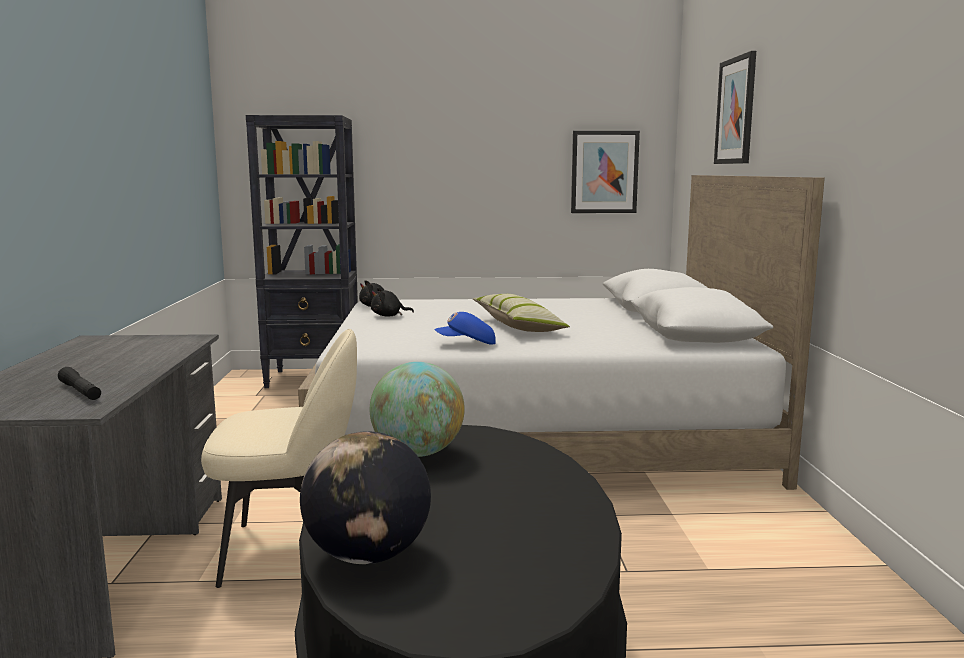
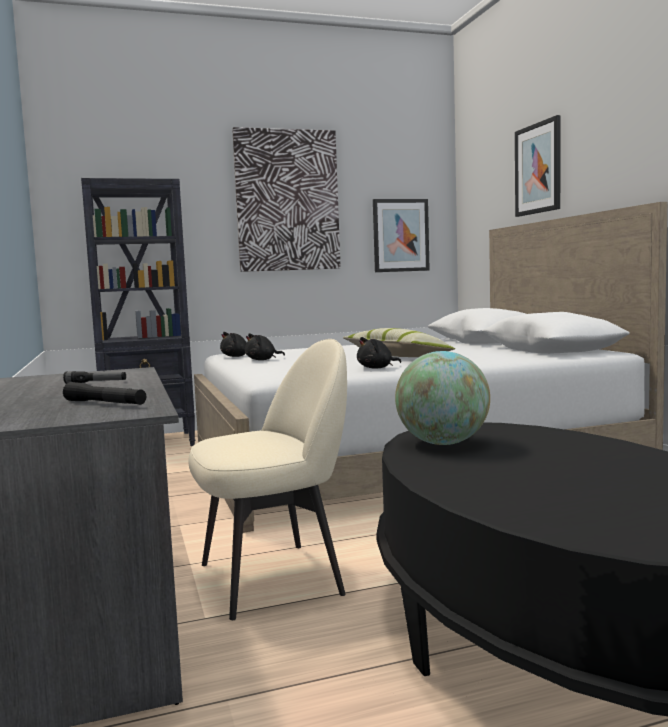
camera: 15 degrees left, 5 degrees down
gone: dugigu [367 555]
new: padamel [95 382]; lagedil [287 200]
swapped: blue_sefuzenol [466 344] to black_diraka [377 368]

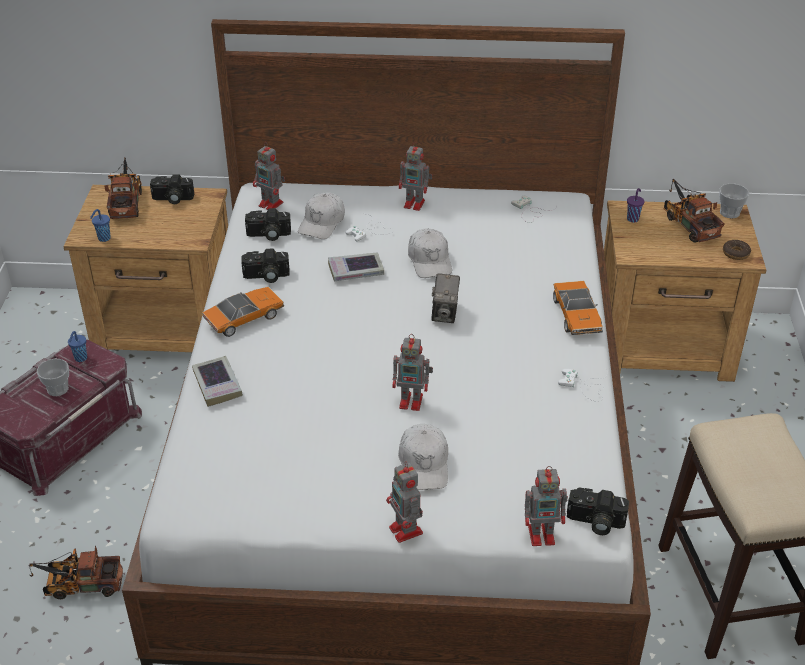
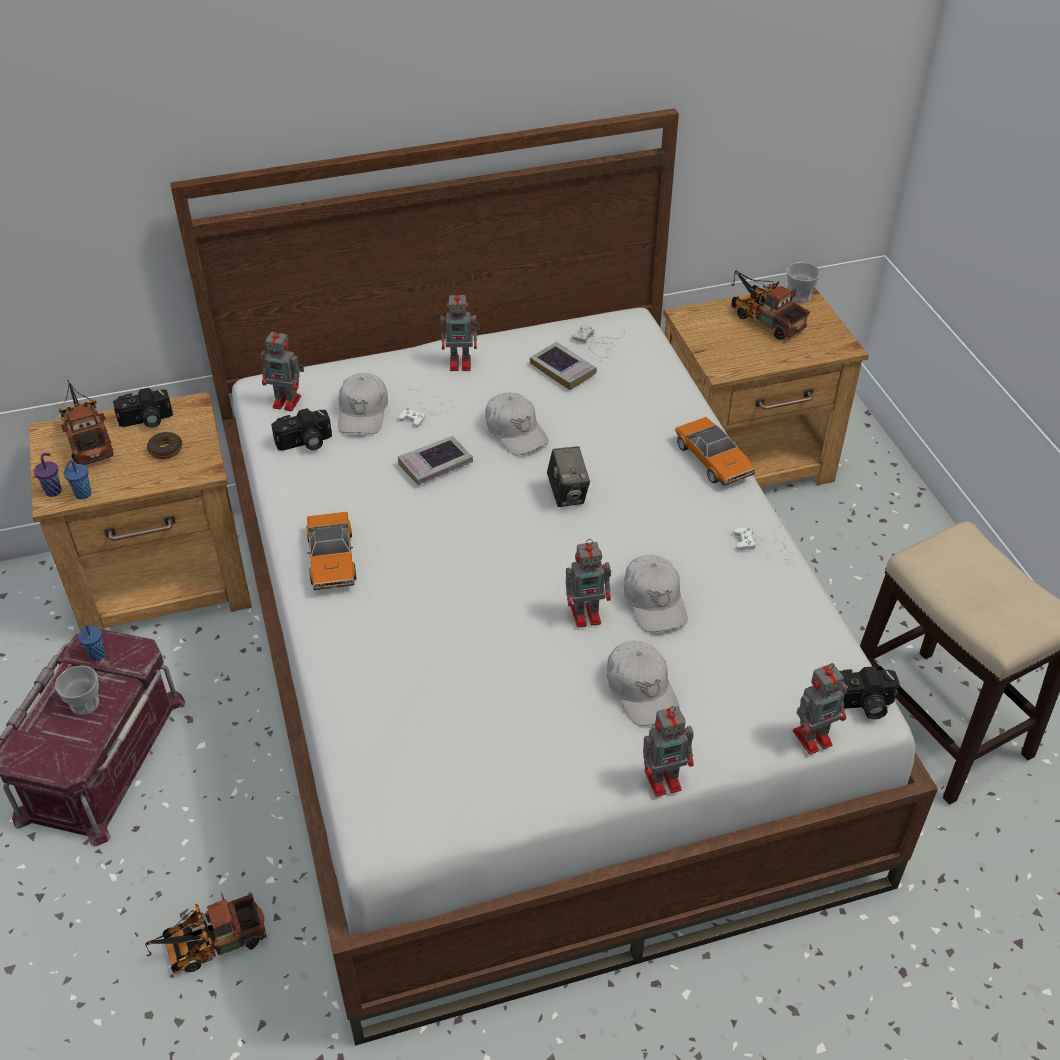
camera: 20 degrees left, 5 degrees up
gone: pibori [266 276]
new: white_sefuzenol [654 601]
shifted: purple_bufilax [633 219] to [54 490]; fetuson [735 253] to [165 449]; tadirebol [217 384] to [563 369]
rotated: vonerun [244 318] = [332 559] 135 degrees clockwise; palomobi [406 531] = [665 779] 60 degrees counterclockwise

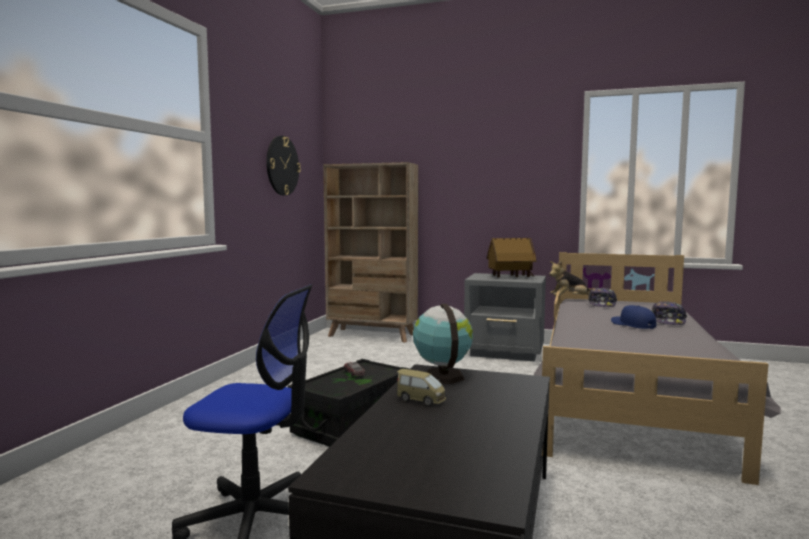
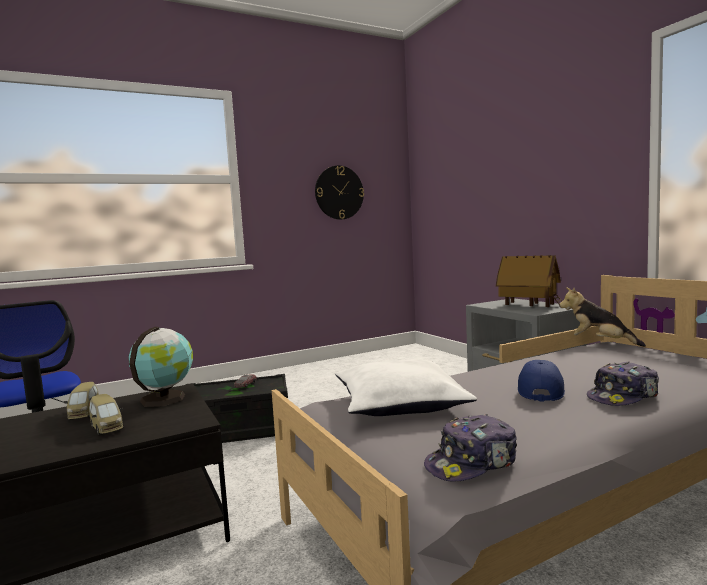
camera: 45 degrees right, 0 degrees up
gone: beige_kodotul [372 335]
new: vonerun [107 427]; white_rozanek [400 404]
shifted: sefuzenol [602 304] to [472 463]

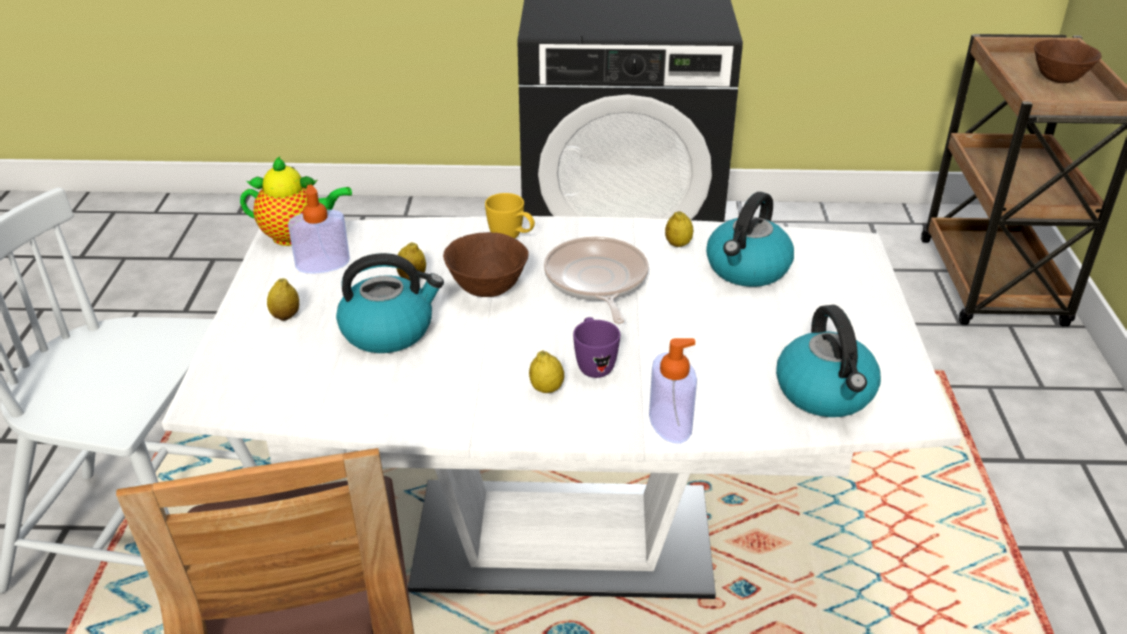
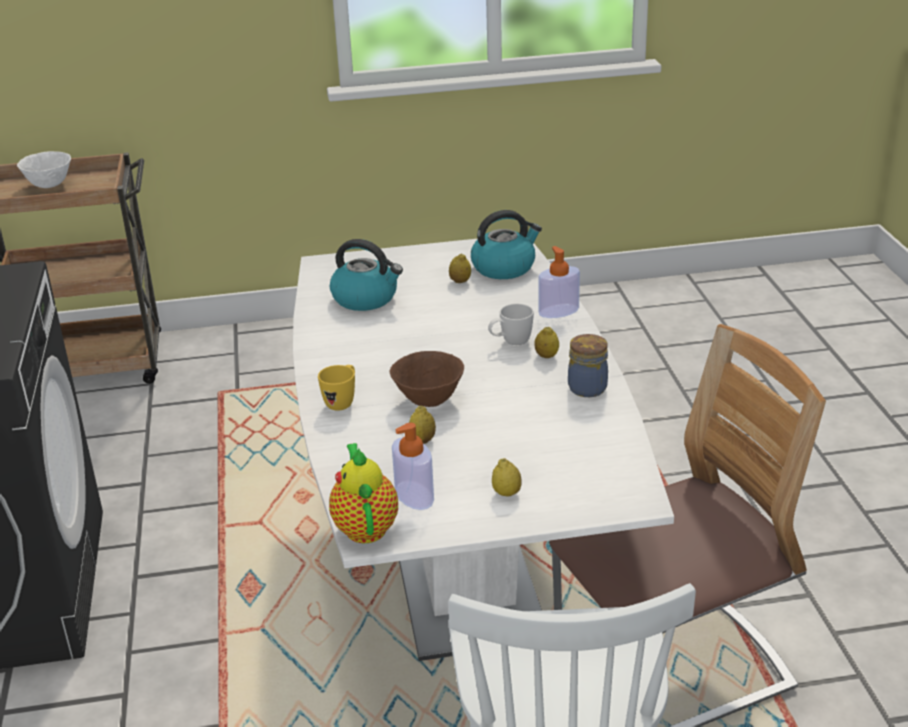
camera: 100 degrees left, 5 degrees down
gone: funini [389 330]; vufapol [596 281]
new: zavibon [587 387]
shifted: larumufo [678 244] to [460 281]
repainted: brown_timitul [1059 80] to white_timitul [49 185]; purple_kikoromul [593 365] to white_kikoromul [510 343]

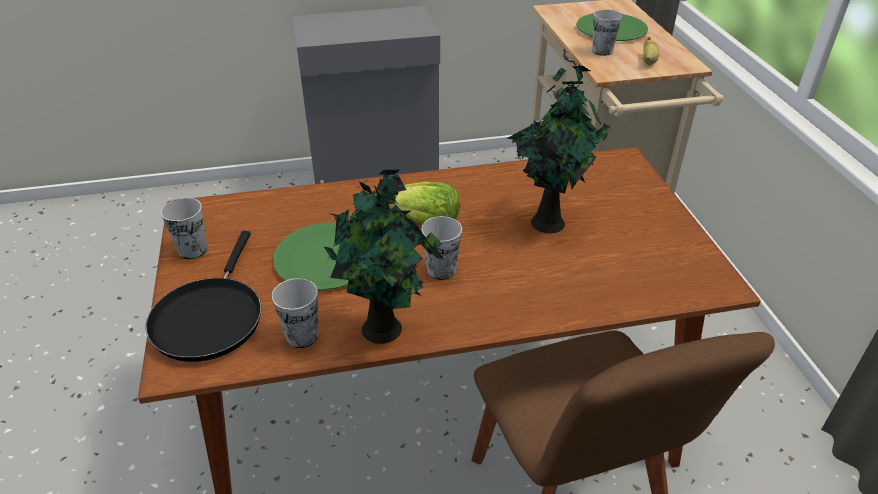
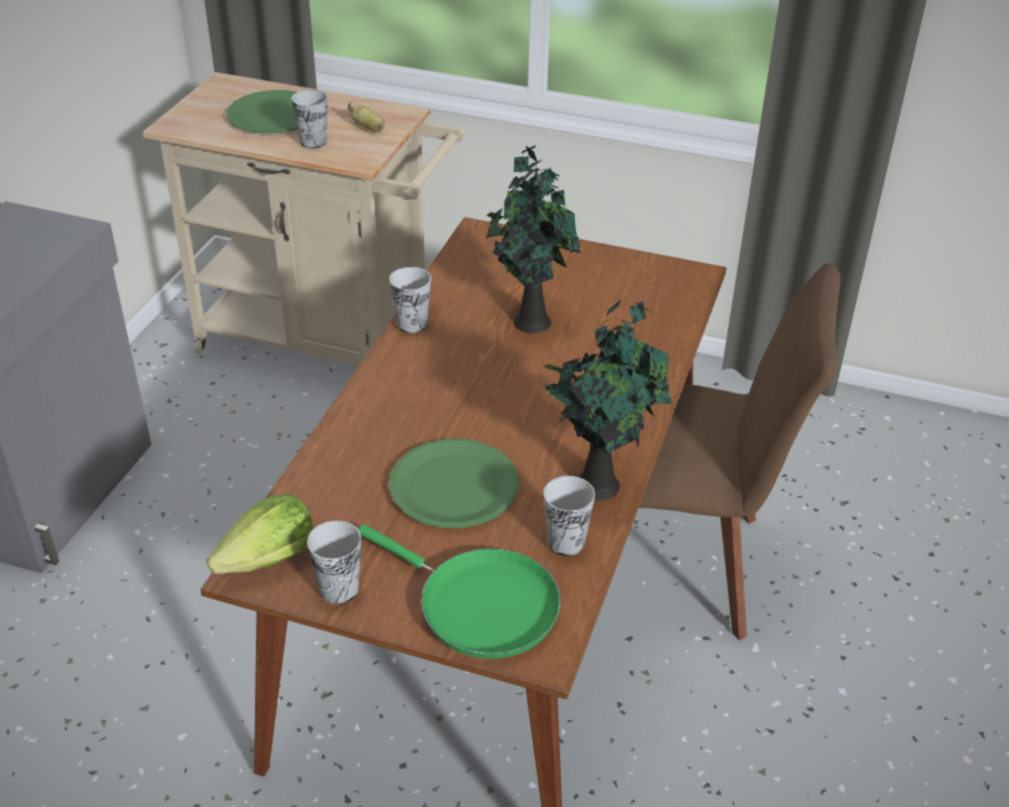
camera: 60 degrees left, 0 degrees up
shifted: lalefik [423 221] to [269 560]; bufilax [441 270] to [412 324]
repainted: black_vufapol [210 317] to green_vufapol [480 604]

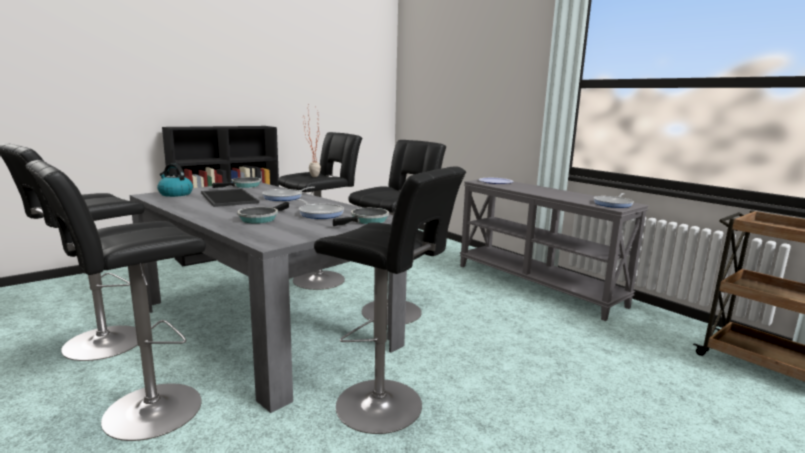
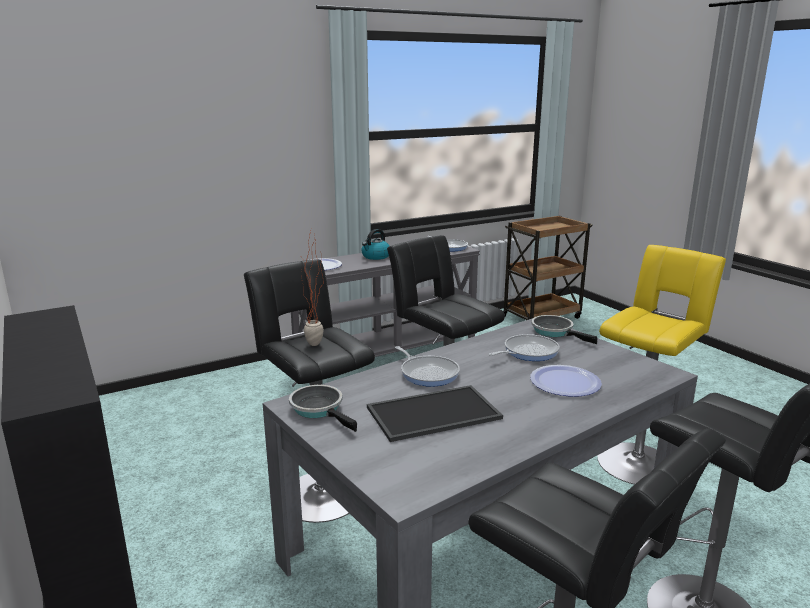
camera: 80 degrees left, 5 degrees up
shifted: funini [175 194] to [375 256]
swapped: vufapol [260 218] to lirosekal [565 382]
repainted: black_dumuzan [385 407] to yellow_dumuzan [639 461]

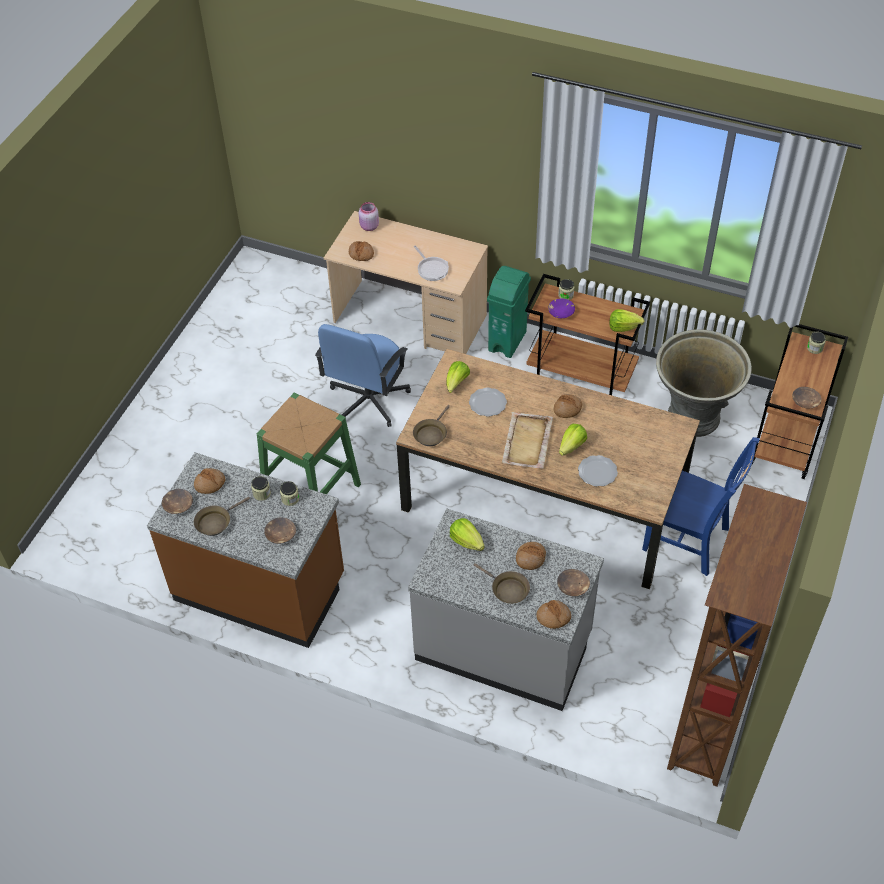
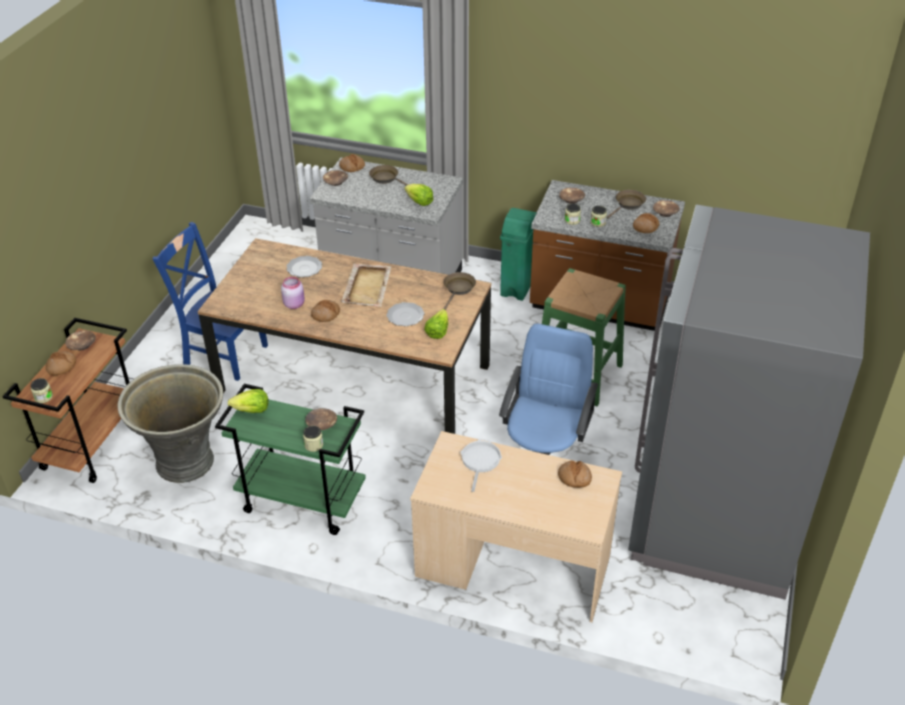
camera: 175 degrees right, 10 degrees down
gone: lalefik [572 446]; brown_kodotul [706 725]
new: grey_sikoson [716 514]
shifted: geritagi [530 558] to [62 367]; pink_zavibon [369 227] to [294 304]; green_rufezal [507 341] to [517 287]
repainted: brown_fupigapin [582 376] to green_fupigapin [301 501]; purple_timitul [561 312] to brown_timitul [321 424]
rotated: vufapol [432 269] = [480 461] 45 degrees clockwise

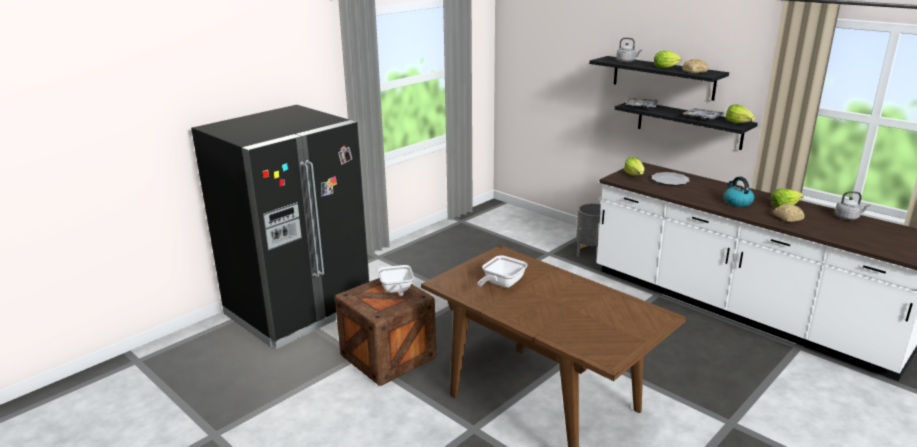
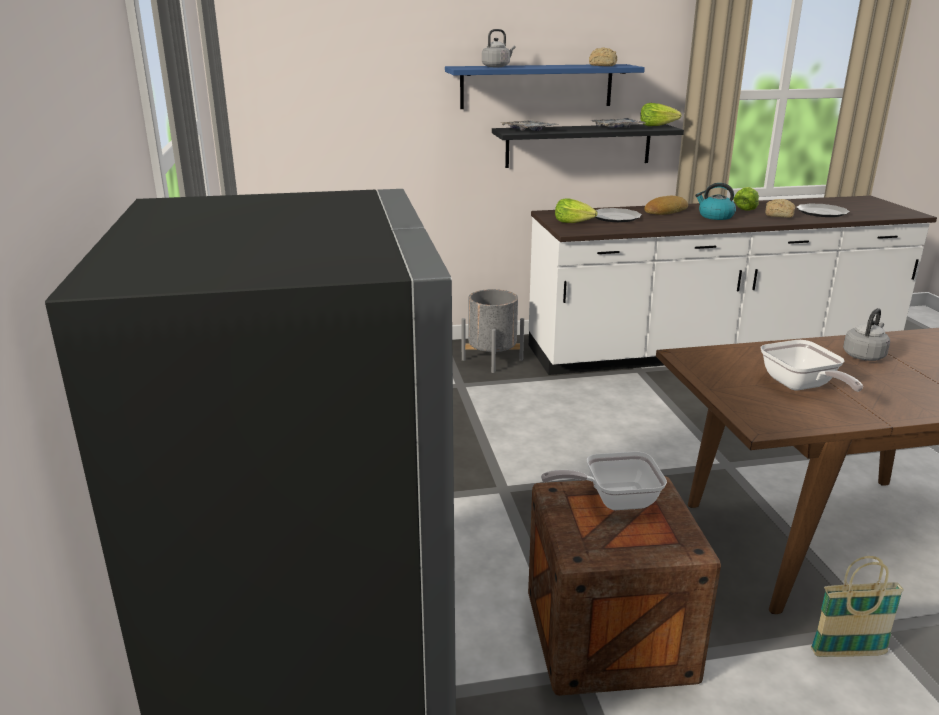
camera: 55 degrees left, 0 degrees up
gone: lalefik [667 67]
new: geritagi [664 211]; lirosekal [821 212]; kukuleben [847 653]
shifted: grey_funini [848 217] to [864 355]
repainted: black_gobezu [663 77] to blue_gobezu [536 86]
rotated: vufapol [396 290] = [613 500] 150 degrees clockwise

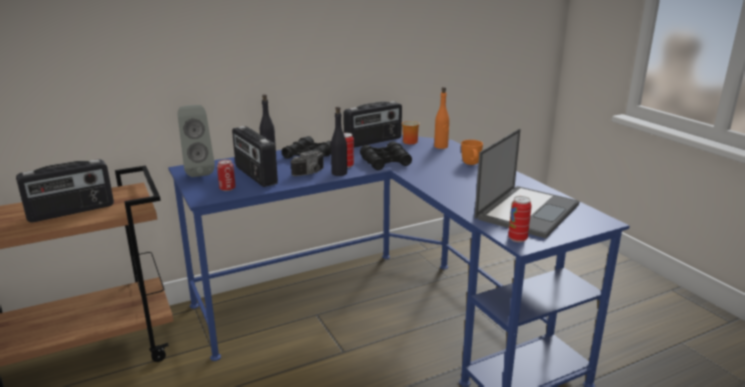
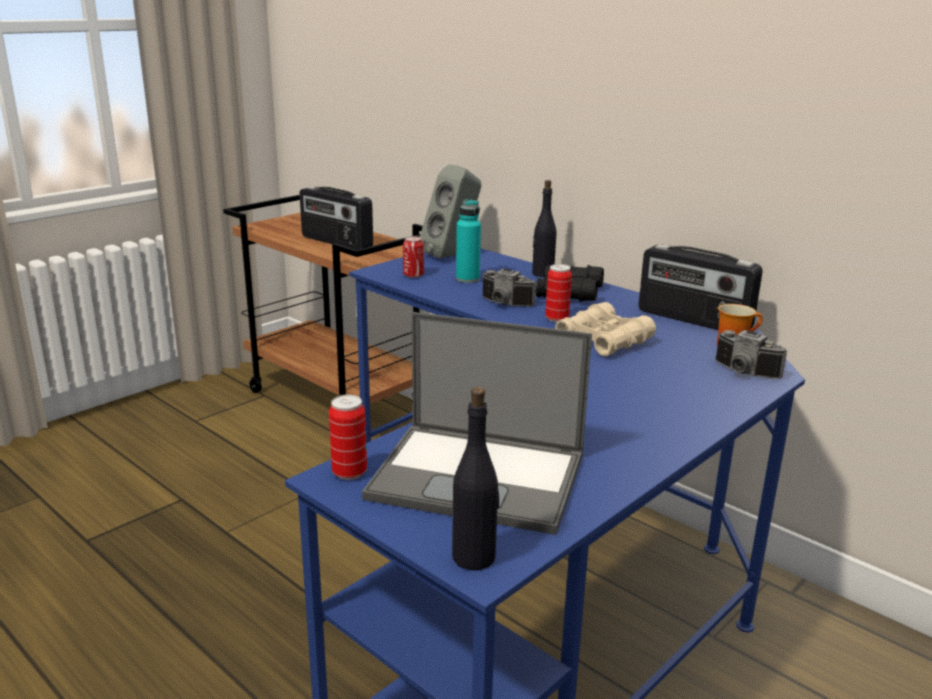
camera: 70 degrees right, 0 degrees up
gone: orange_kikoromul [471 164]
shifted: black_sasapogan [339 173] to [474 557]
swapped: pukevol [255 175] to turquoise_sasapogan [467 279]; orange_sasapogan [441 146] to pibori [743 372]
repainted: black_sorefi [385 162] to beige_sorefi [603 340]

